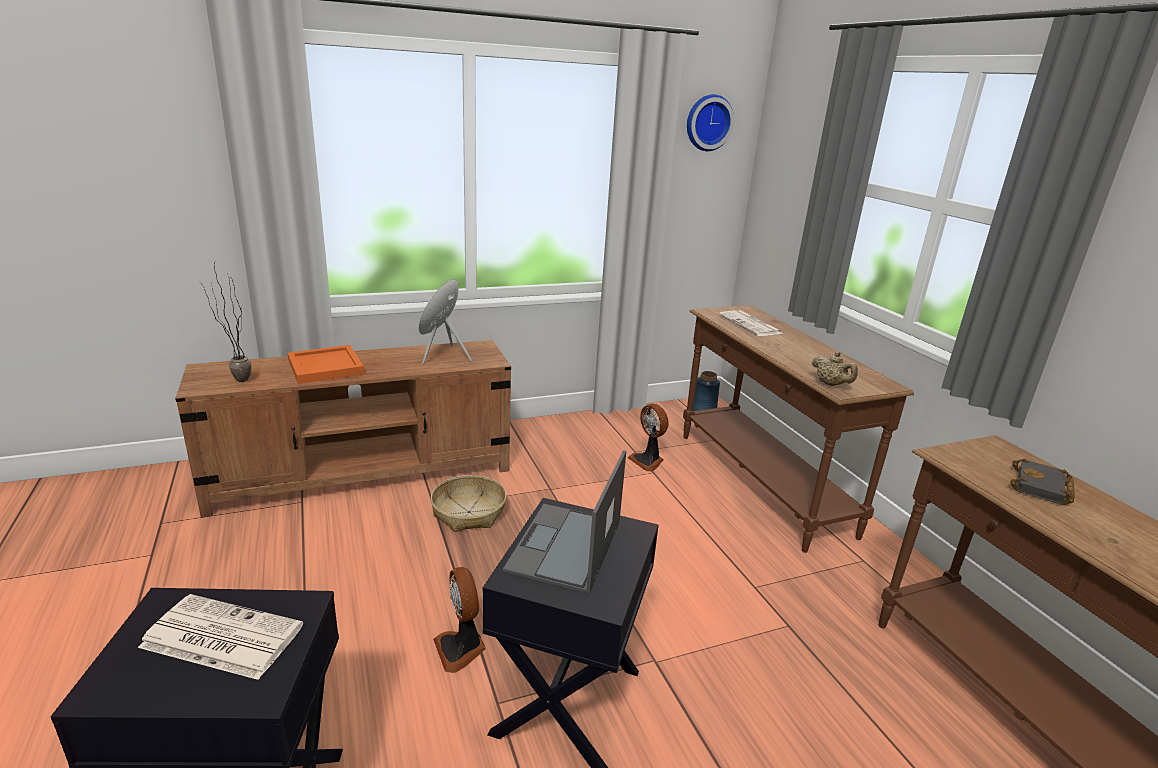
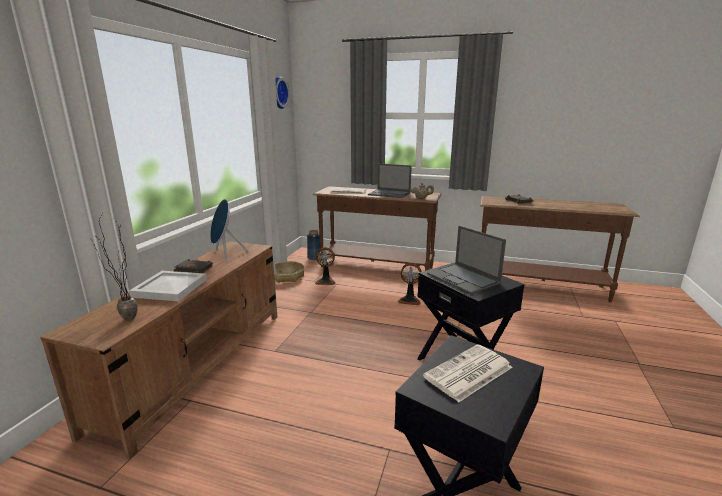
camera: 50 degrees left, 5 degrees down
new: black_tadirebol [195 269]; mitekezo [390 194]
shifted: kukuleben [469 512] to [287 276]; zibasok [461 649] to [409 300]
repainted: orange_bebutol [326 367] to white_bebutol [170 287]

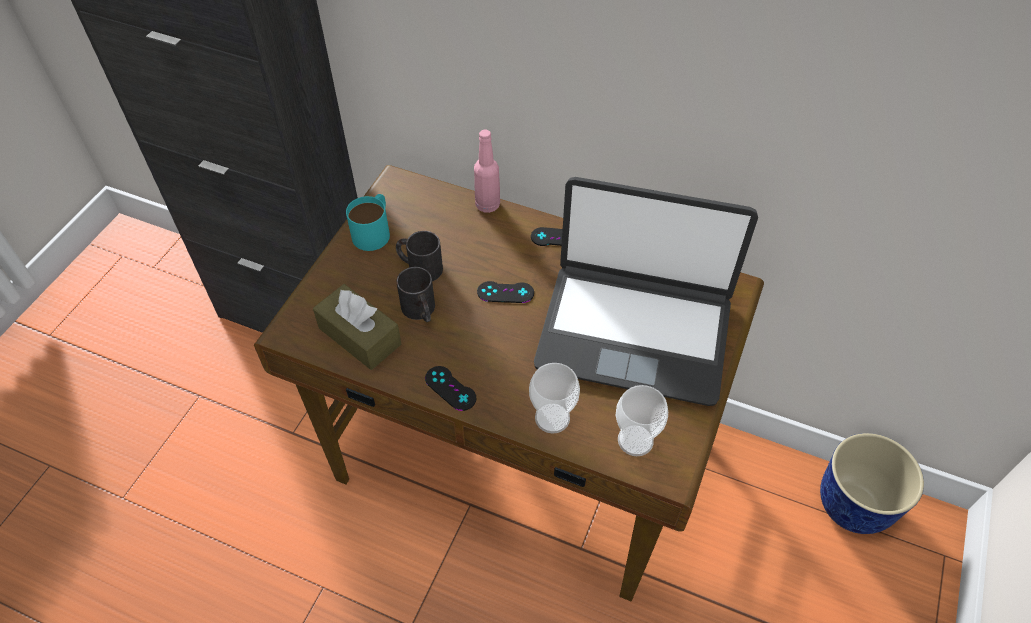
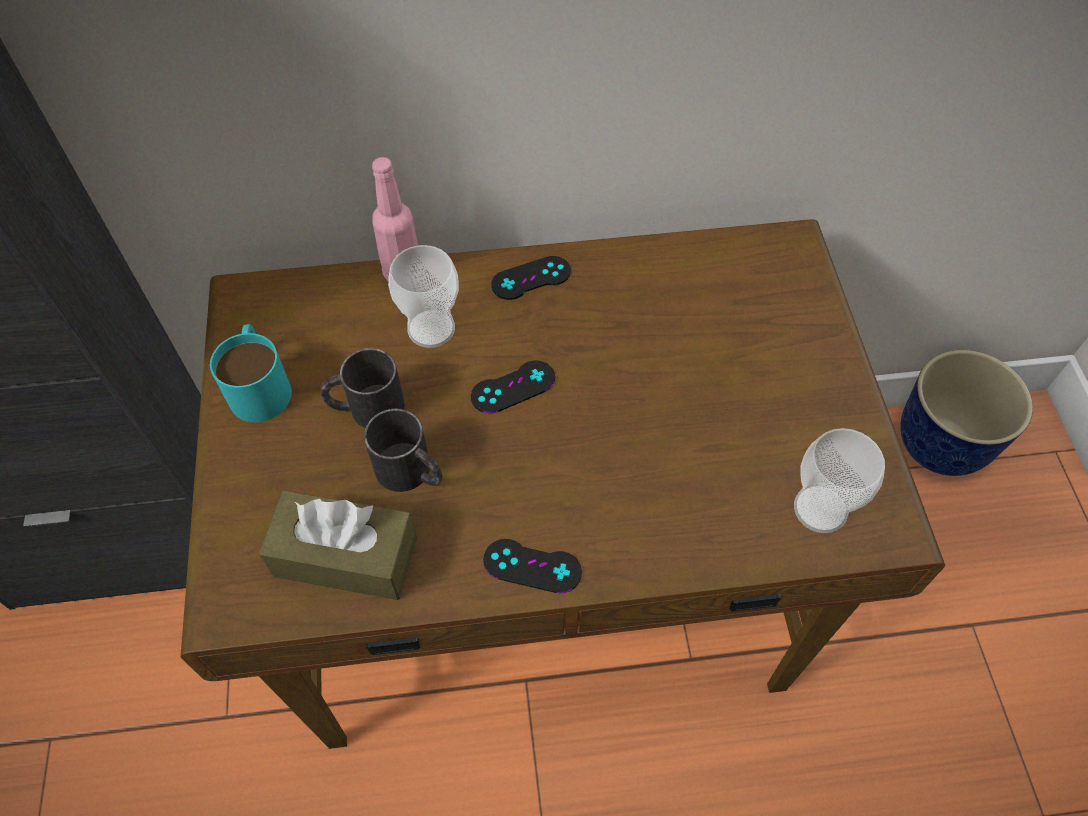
camera: 30 degrees left, 5 degrees up
gone: mitekezo [634 332]
shifted: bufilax [552 418] to [431 329]

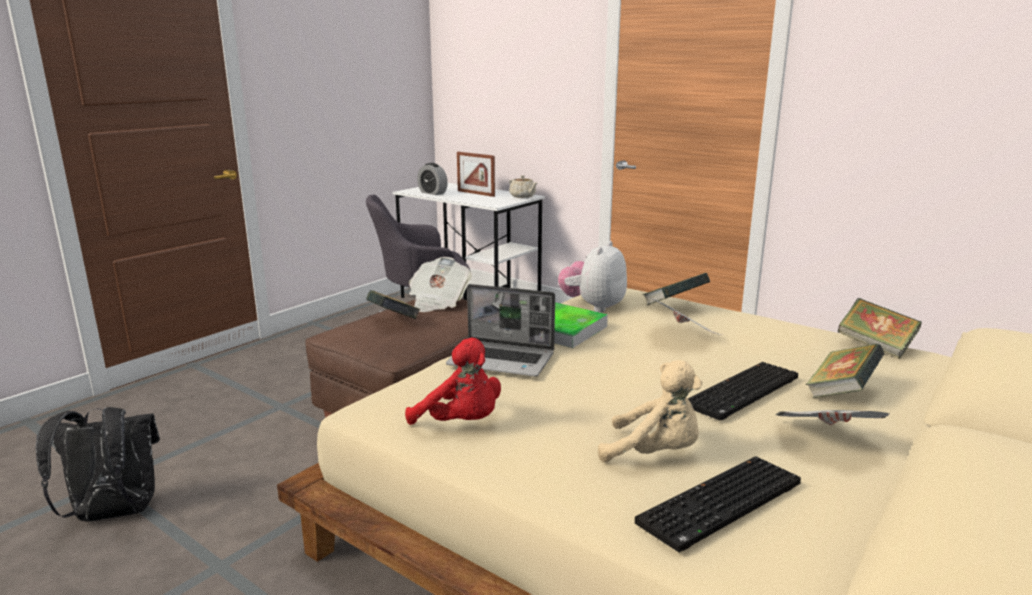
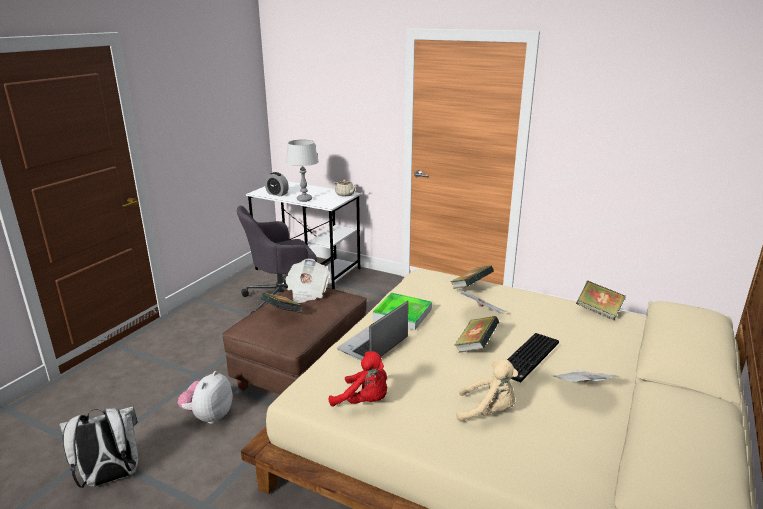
camera: 10 degrees left, 5 degrees up
gone: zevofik [476 193]; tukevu [721 505]
new: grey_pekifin [304 199]
shifted: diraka [593 306] to [209 416]; tadirebol [841 392] to [475 346]
repainted: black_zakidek [113 514] to white_zakidek [110 478]
rotated: mitekezo [503 360] = [373 345] 120 degrees clockwise

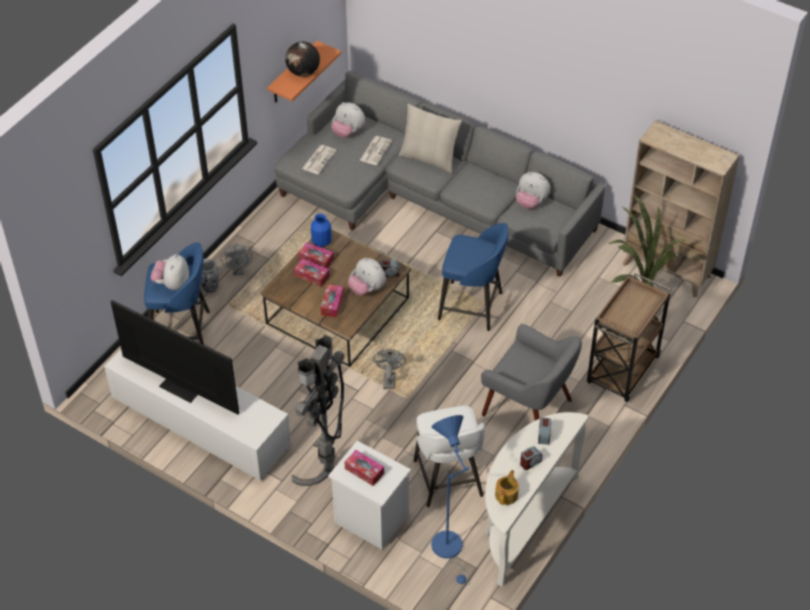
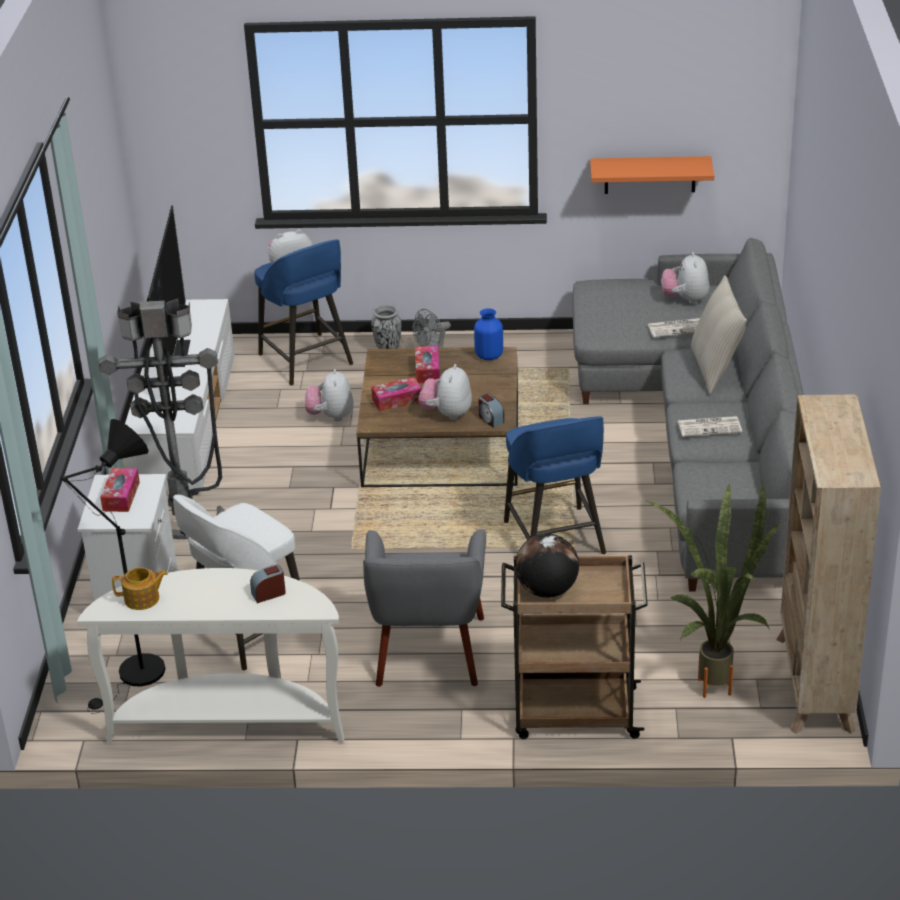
camera: 60 degrees right, 15 degrees down
gone: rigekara [316 259]; grey_zibasok [389 379]; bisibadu [530 462]
shifted: diraka [531 202] to [331 416]; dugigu [303 72] to [547 591]; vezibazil [319 159] to [710 427]
repainted: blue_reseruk [450 550] to black_reseruk [136 677]

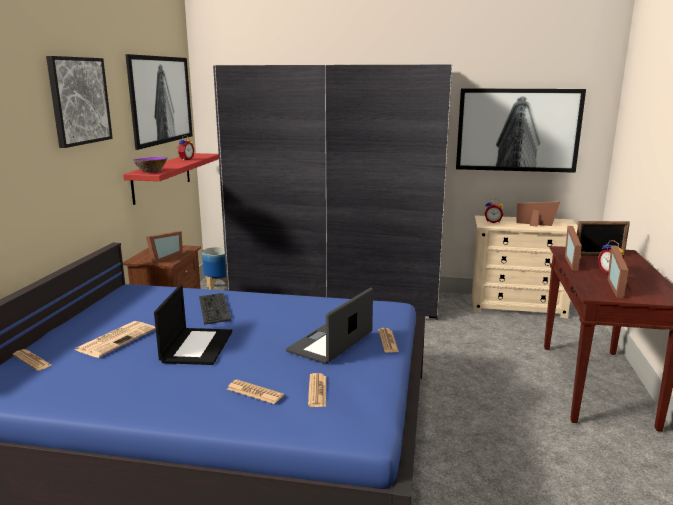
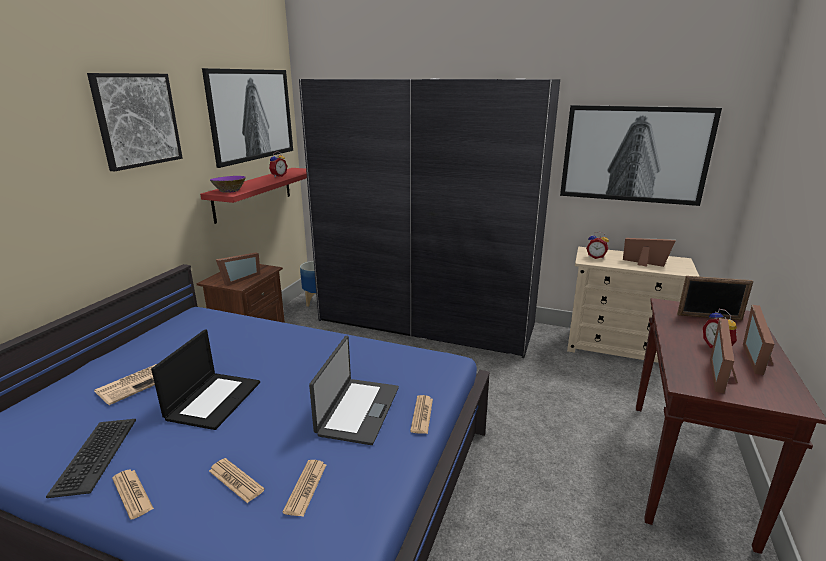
camera: 10 degrees right, 5 degrees up
shifted: tukevu [213 309] to [94 456]; vezibazil [32 360] to [132 494]; zevofik [575 263] to [759 358]
rotated: mitekezo [331 342] = [357 410] 150 degrees clockwise

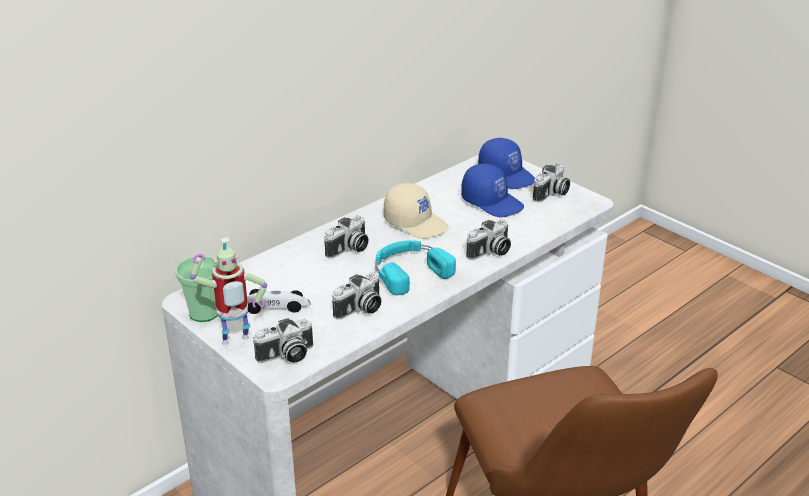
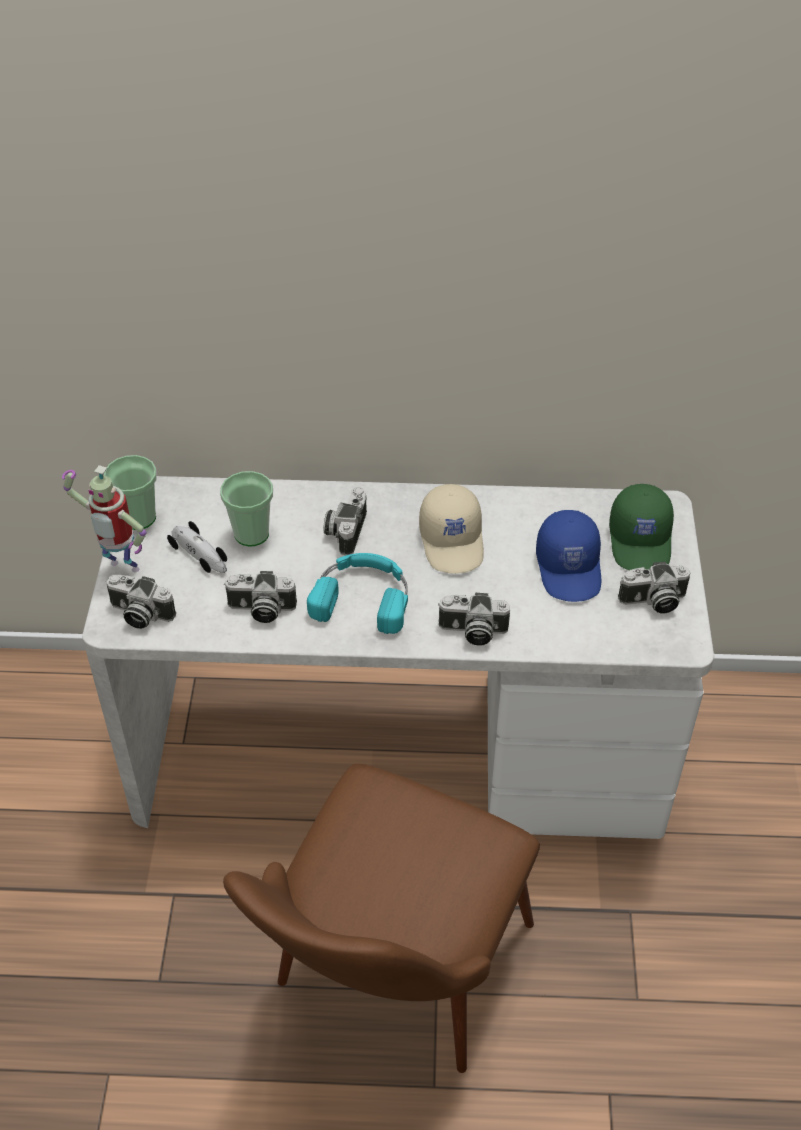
camera: 45 degrees right, 15 degrees up
new: bufilax [251 534]
repainted: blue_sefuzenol [507 175] to green_sefuzenol [641 541]
rotated: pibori [349 249] = [345 530] 105 degrees clockwise

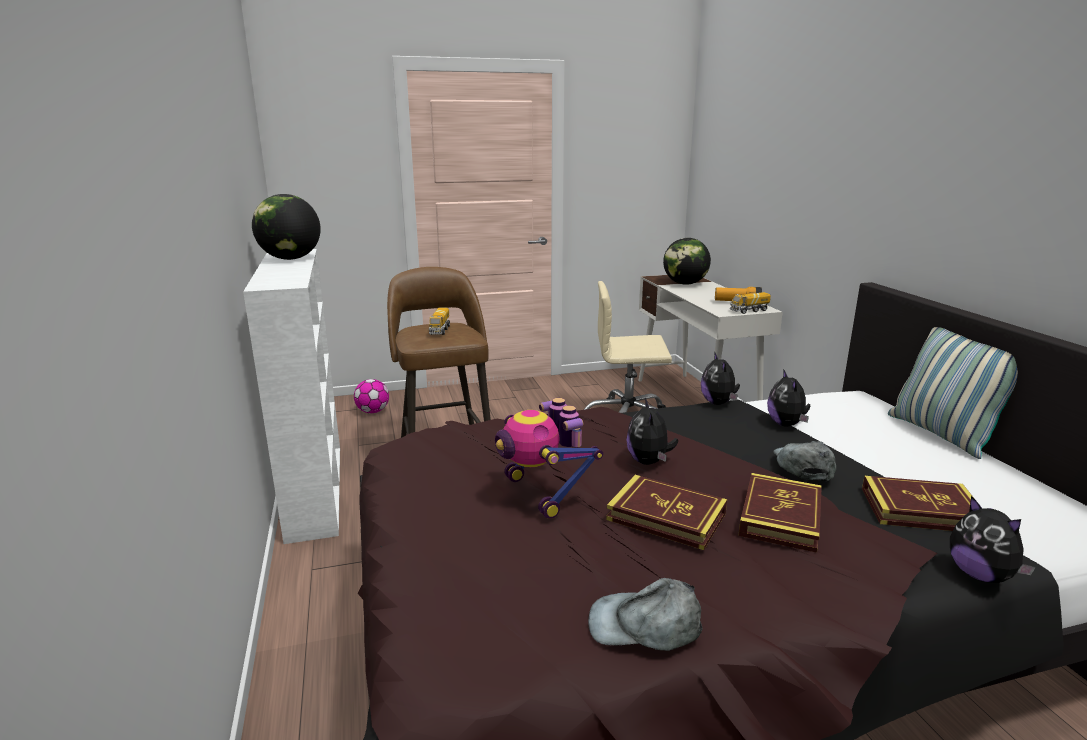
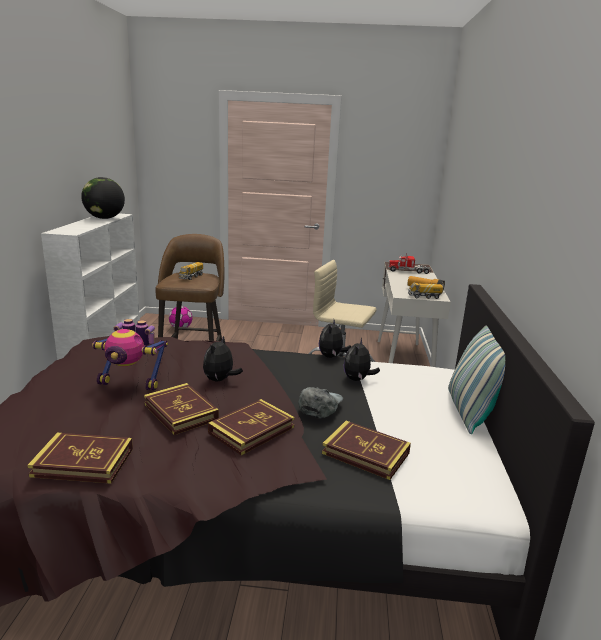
camera: 20 degrees right, 0 degrees up
gone: diraka [980 575]
swapped: grey_sefuzenol [645 625] to tadirebol [83 462]; dugigu [685 283] to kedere [408 271]
rotated: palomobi [542 493] = [131 382] 75 degrees counterclockwise

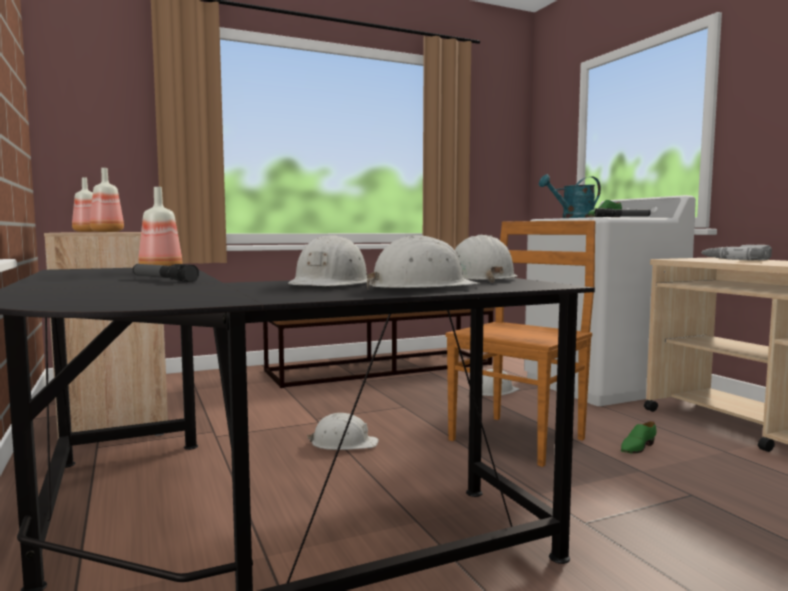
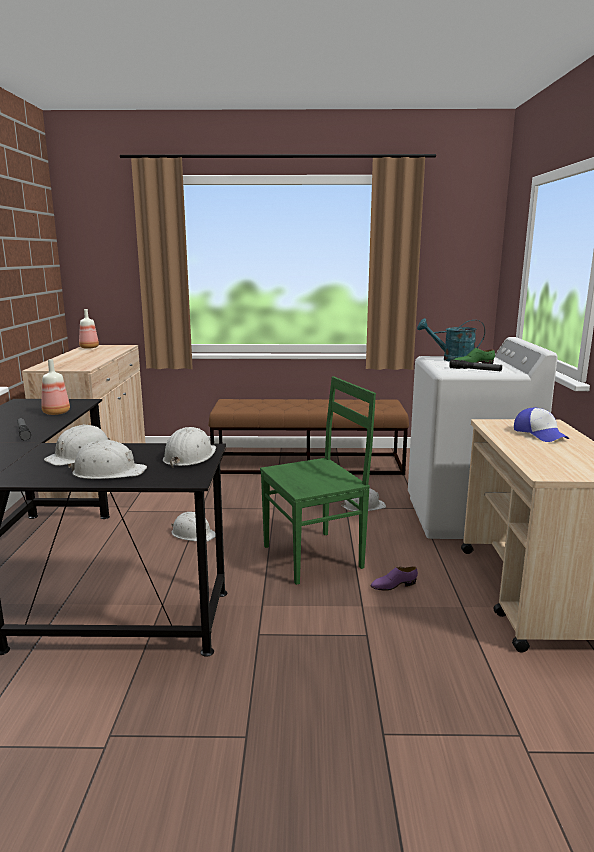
camera: 25 degrees right, 10 degrees up
gone: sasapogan [106 232]
swapped: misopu [737 260] to sefuzenol [540 434]
repainted: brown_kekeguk [519 438] to green_kekeguk [315 556]; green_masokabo [637 447] to purple_masokabo [393 585]

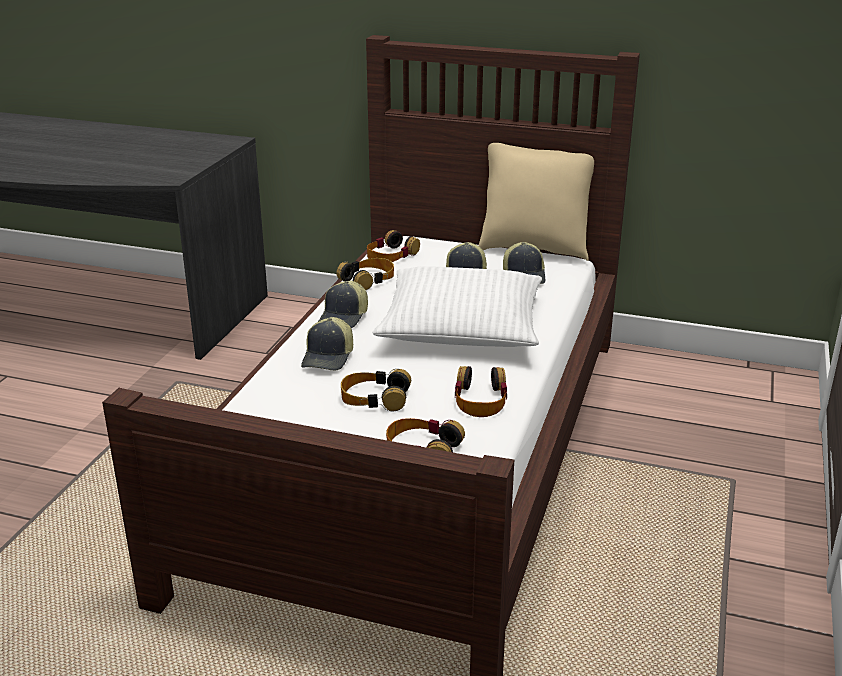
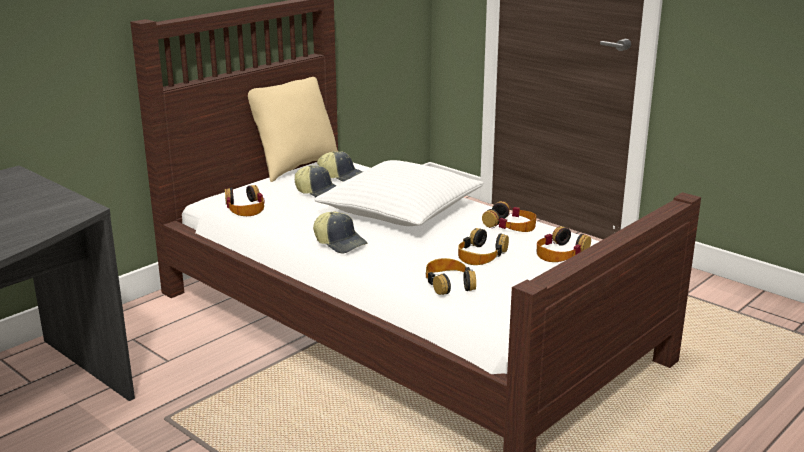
camera: 65 degrees left, 5 degrees down
gone: sefuzenol [329 357]
shifted: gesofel [368 279] to [449 283]

